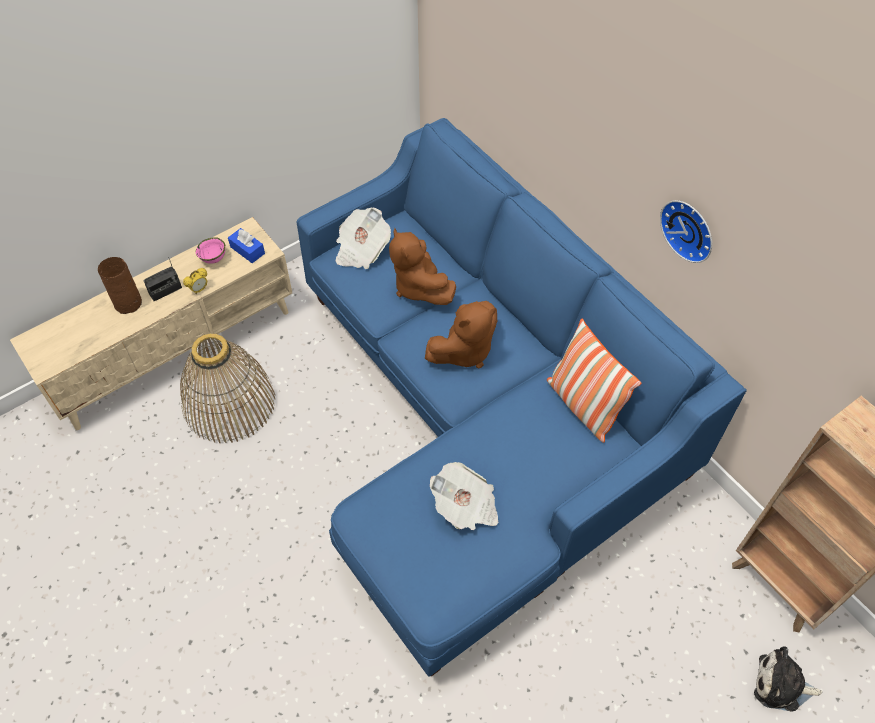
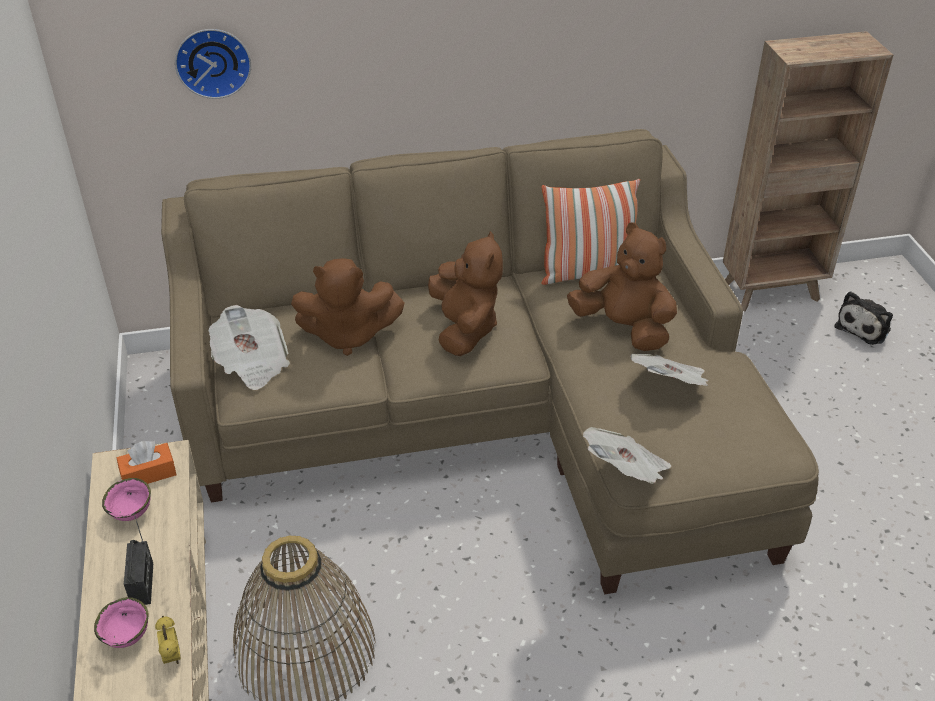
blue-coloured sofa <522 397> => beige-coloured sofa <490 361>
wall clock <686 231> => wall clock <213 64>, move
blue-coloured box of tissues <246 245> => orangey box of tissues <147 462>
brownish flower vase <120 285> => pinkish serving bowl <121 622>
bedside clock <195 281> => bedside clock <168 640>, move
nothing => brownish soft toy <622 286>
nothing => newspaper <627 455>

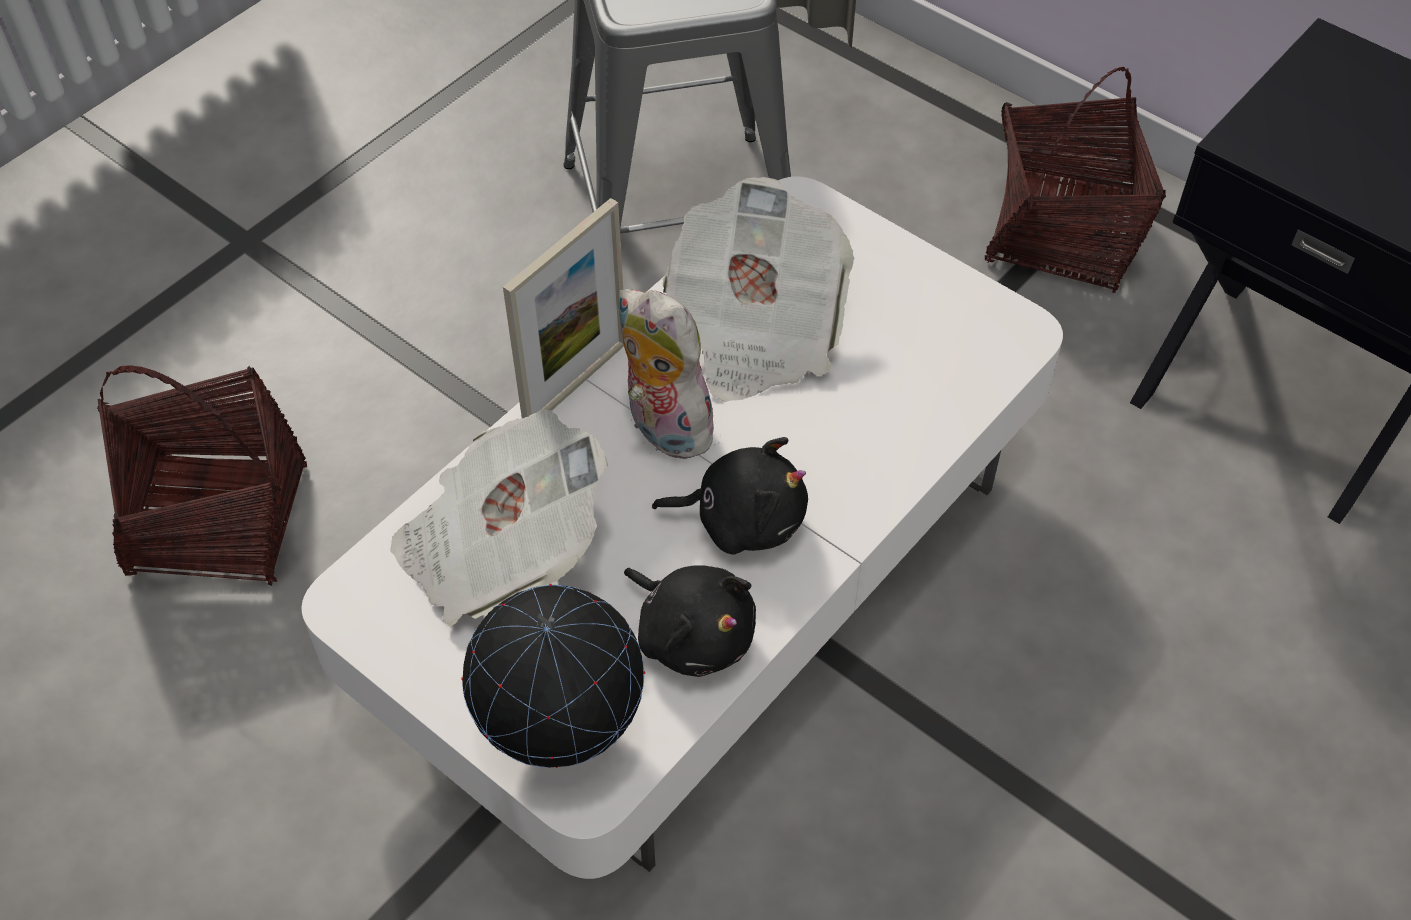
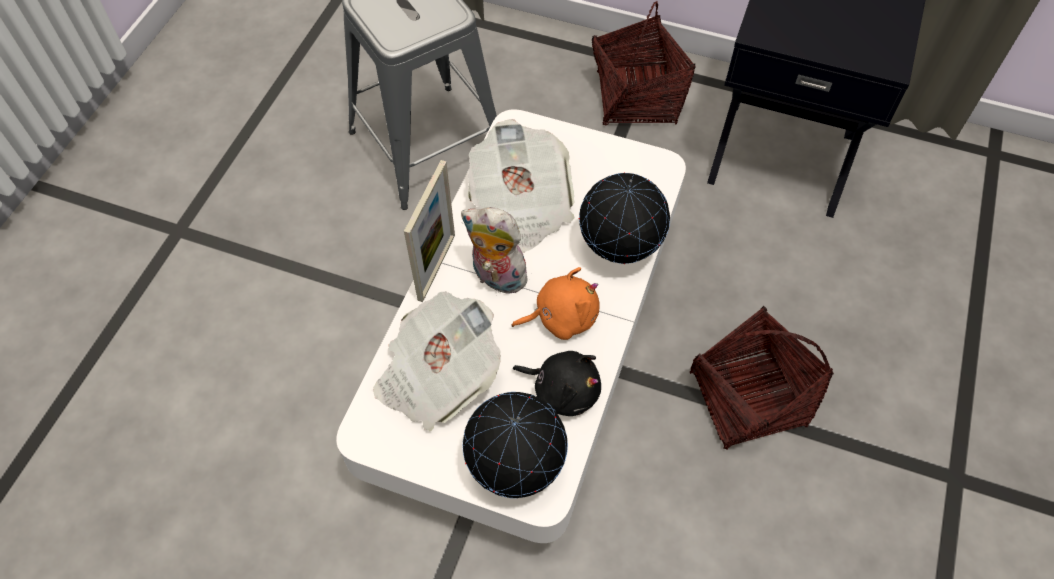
household basket <202 475> => household basket <762 378>, move
black-coloured soft toy <730 496> => orangey soft toy <555 303>
nothing => world globe <624 218>

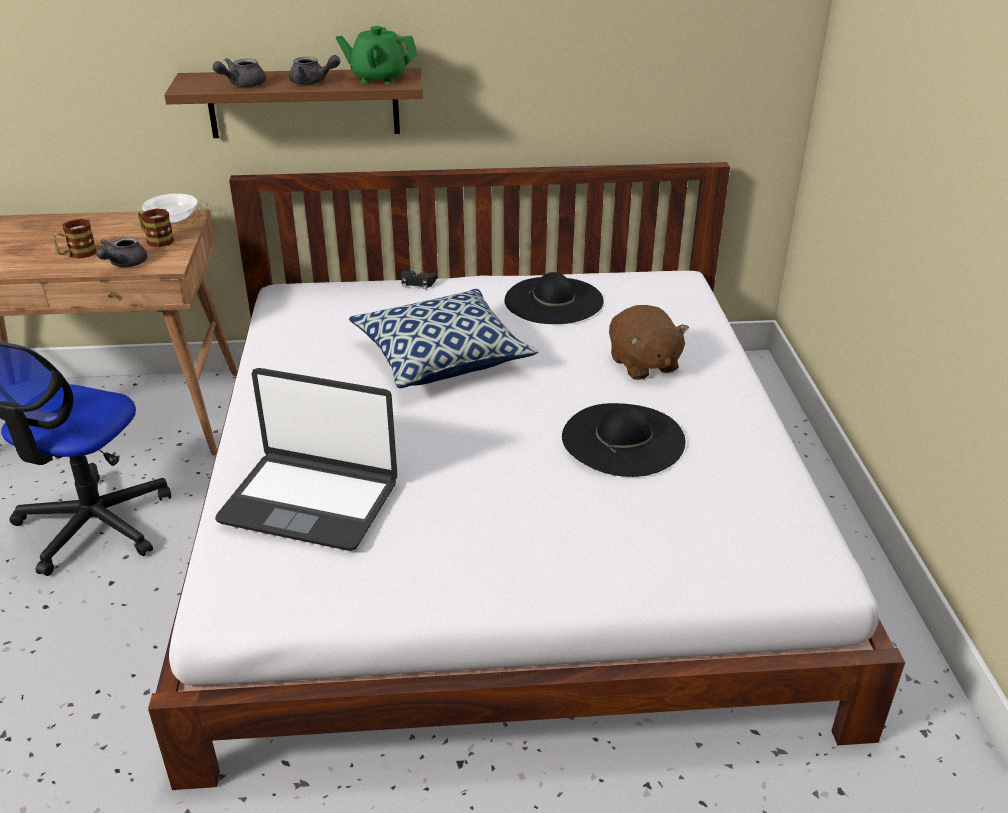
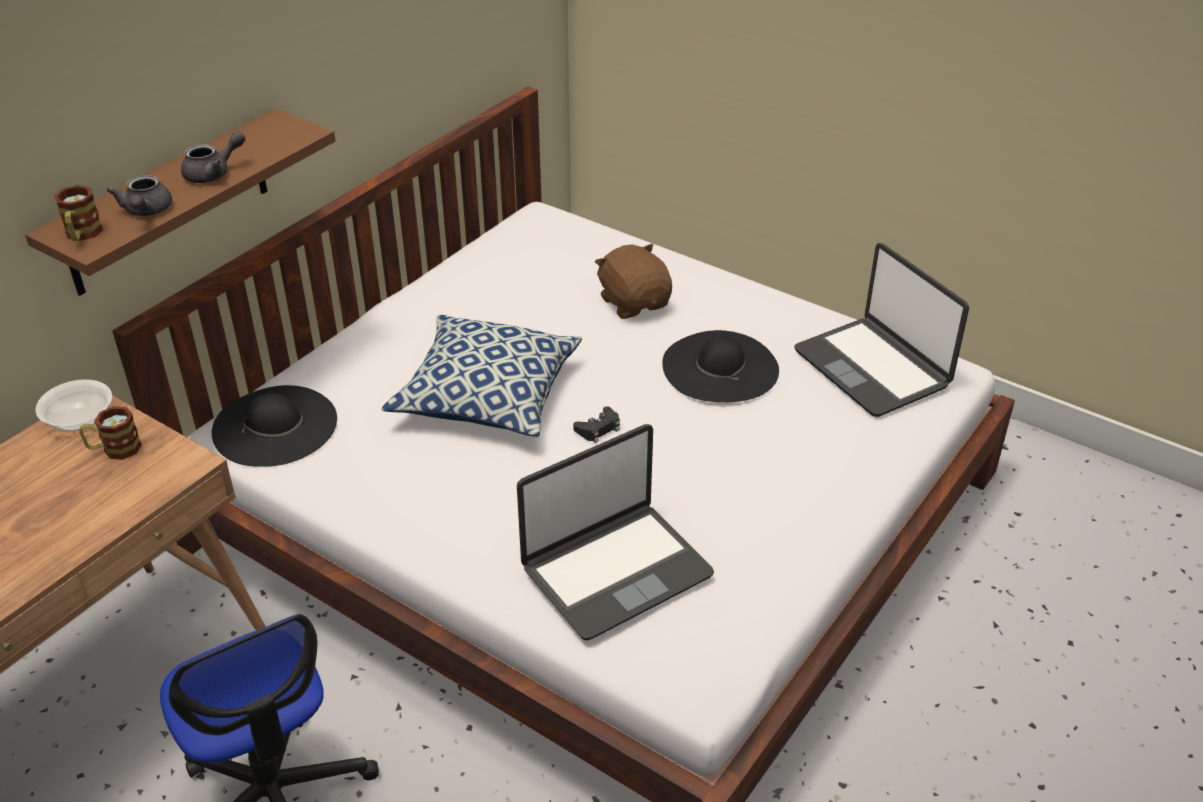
green-coloured teapot <377 55> => nothing
coffee mug <74 239> => coffee mug <78 213>, move
gray teapot <121 252> => nothing
black-coloured game controller <419 279> => black-coloured game controller <596 424>, move
black-coloured clothing hat <554 298> => black-coloured clothing hat <274 426>, move
brownish soft toy <649 342> => brownish soft toy <633 281>, 135 degrees counterclockwise
nothing => notebook computer <881 330>

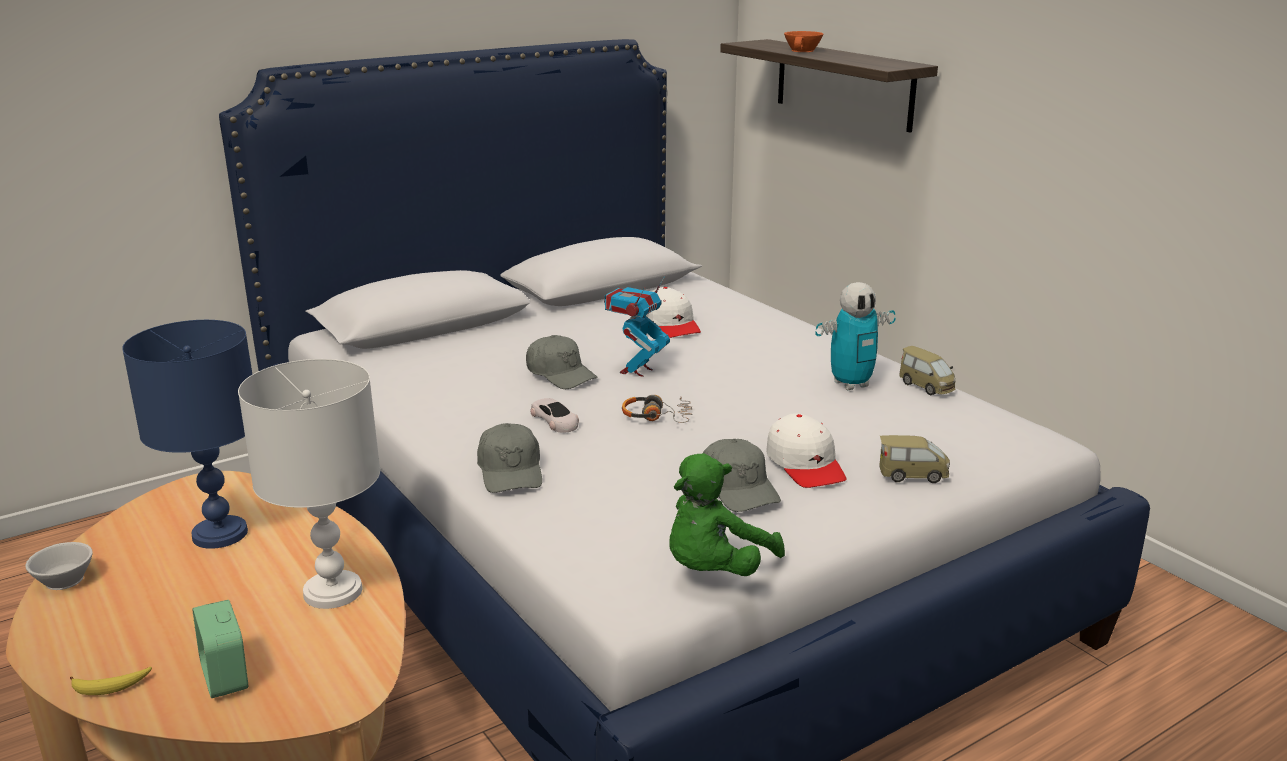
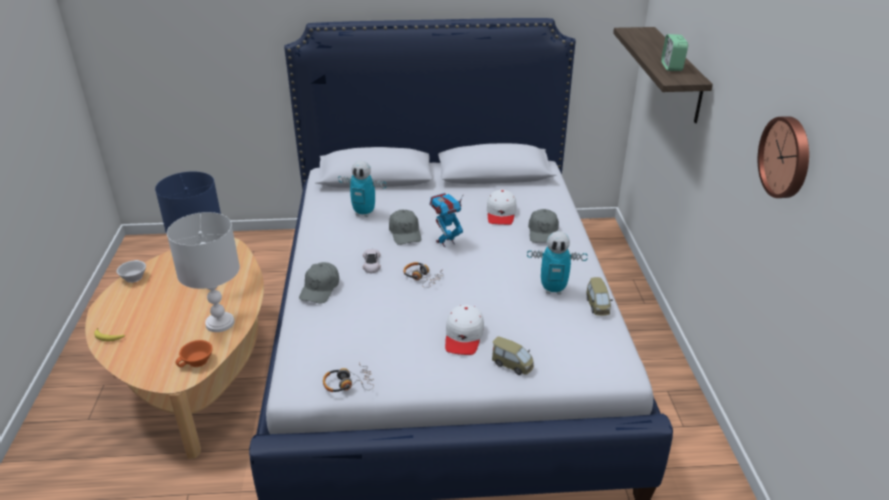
orangey drinking cup <803 41> => orangey drinking cup <194 353>, move
gray cap <742 475> => gray cap <543 226>, move
green-coloured soft toy <727 514> => headset <348 377>
bedside clock <220 649> => bedside clock <674 52>, move
nothing => wall clock <783 157>
nothing => toy robot <362 189>

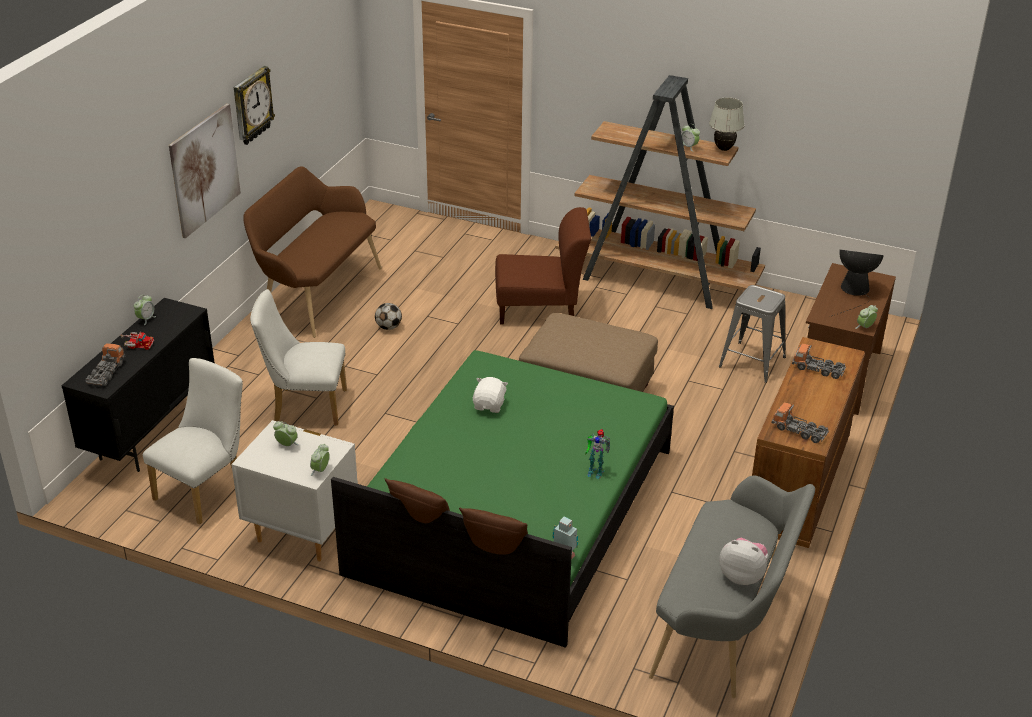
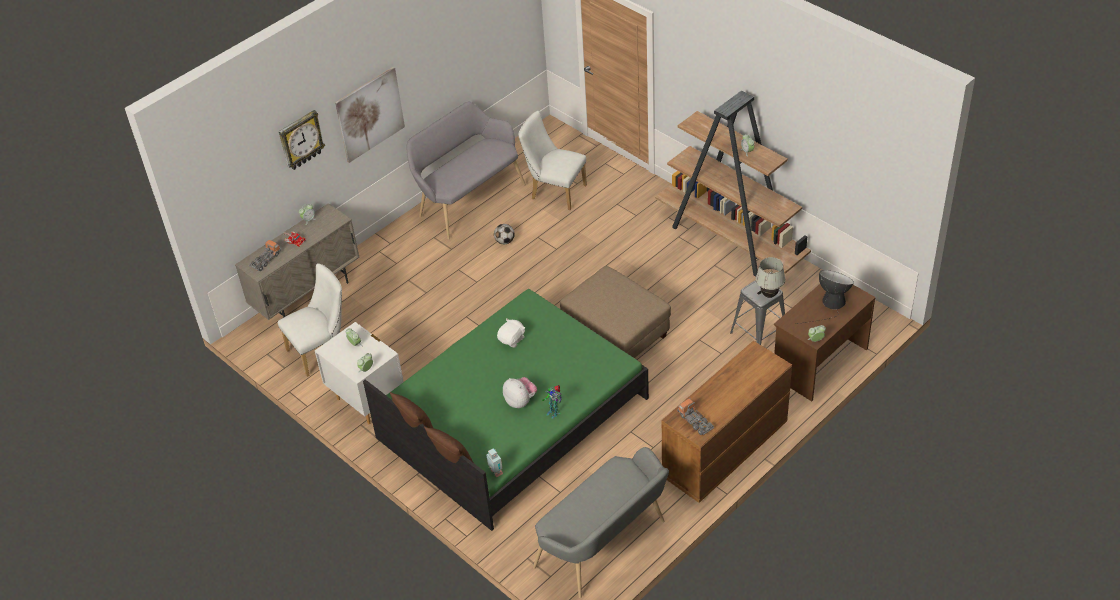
wall clock <254 105> => wall clock <302 140>, move
white tabletop lamp <726 124> => white tabletop lamp <770 277>, move
brownish bench <312 252> => gray bench <466 171>
brownish chair <543 266> => nothing
white chair <298 357> => white chair <552 160>, move
black-coloured storage cabinet <138 385> => beige-coloured storage cabinet <297 261>
toy lorry <819 361> => nothing
soft toy <743 561> => soft toy <520 392>, move

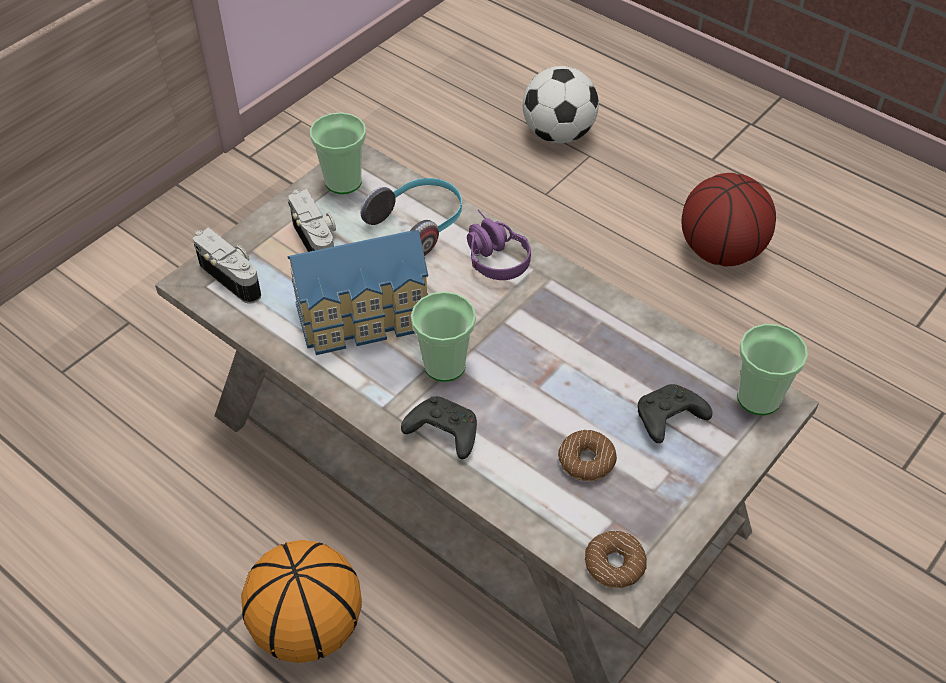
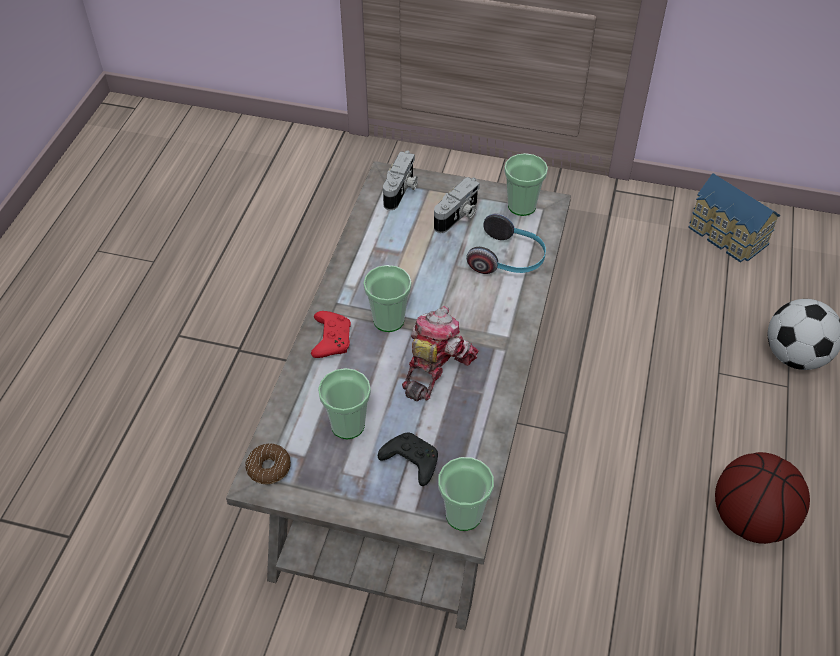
purplish headset <499 245> => nothing
model house <357 292> => model house <734 218>, move
black-coloured game controller <439 427> => red game controller <331 334>
ring doughnut <587 455> => drinking cup <344 403>
basketball <301 601> => nothing
nothing => toy robot <440 353>

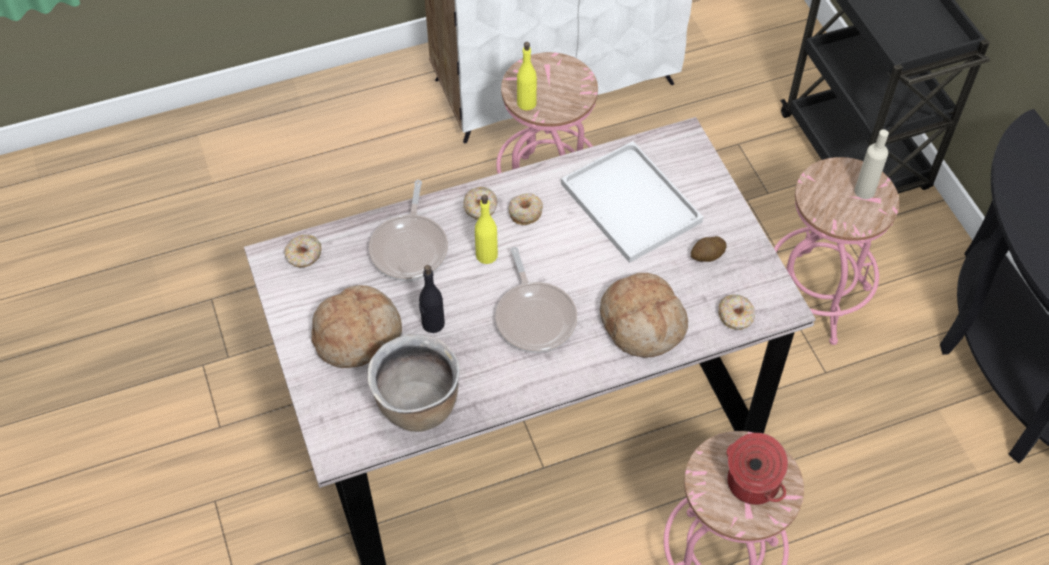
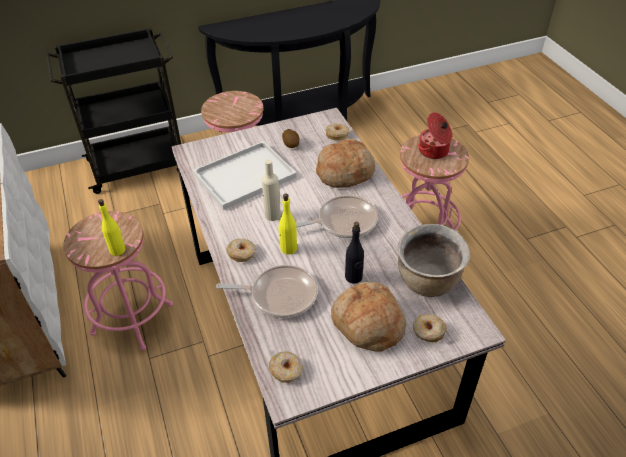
beige-coloured drink bottle <871 164> => beige-coloured drink bottle <271 190>, move
ring doughnut <525 209> => ring doughnut <430 328>, move

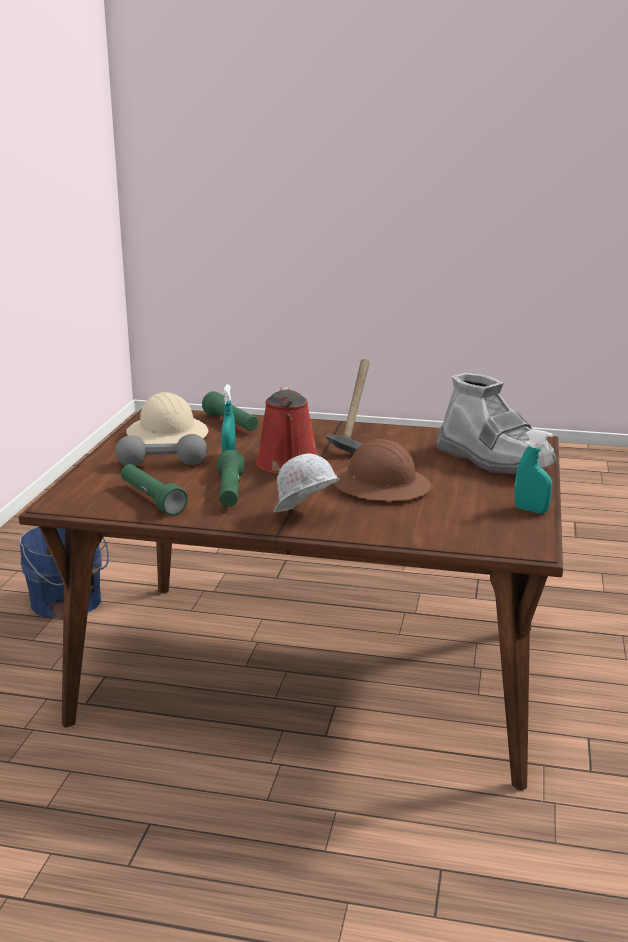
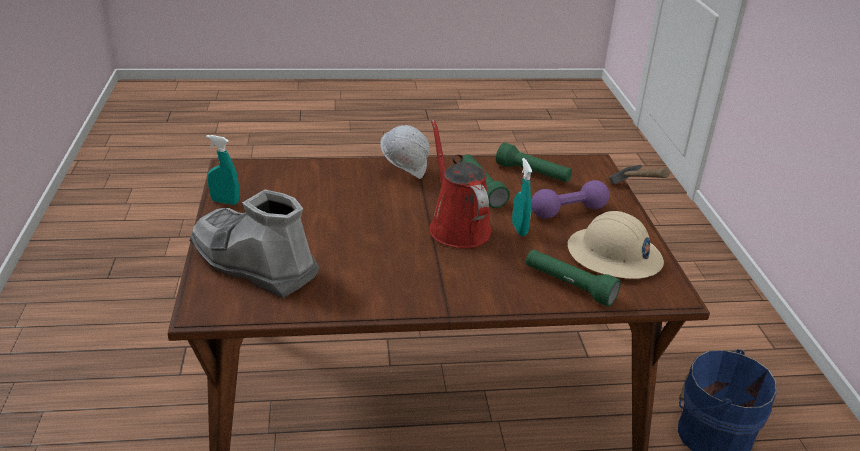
hand hammer <347 406> => hand hammer <639 174>, move
gray free weight <161 450> => purplish free weight <570 199>
brownish work helmet <382 470> => nothing

